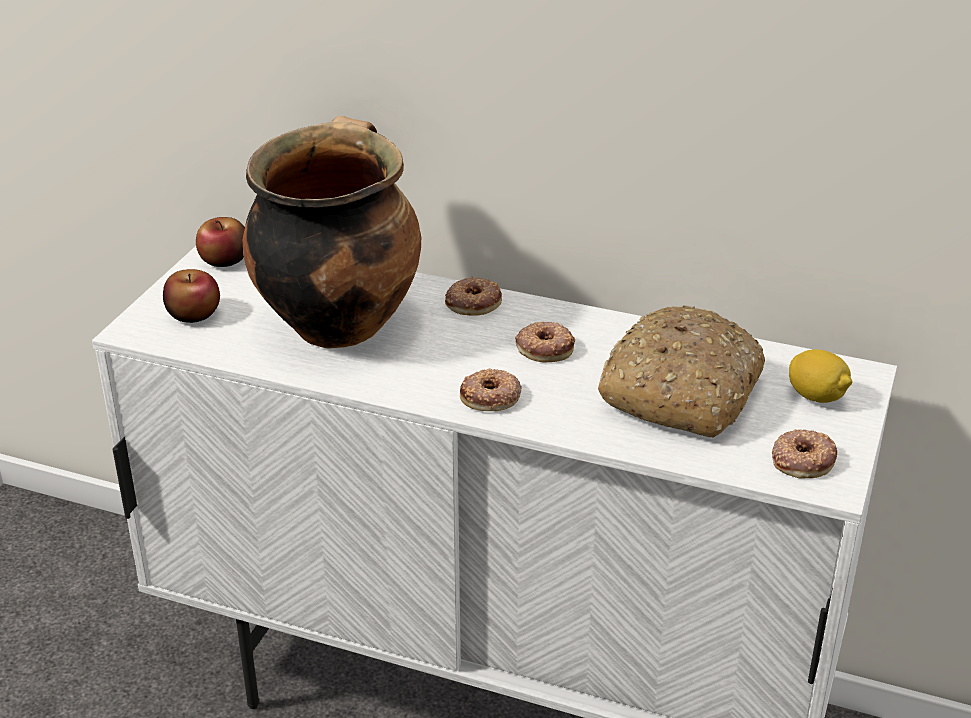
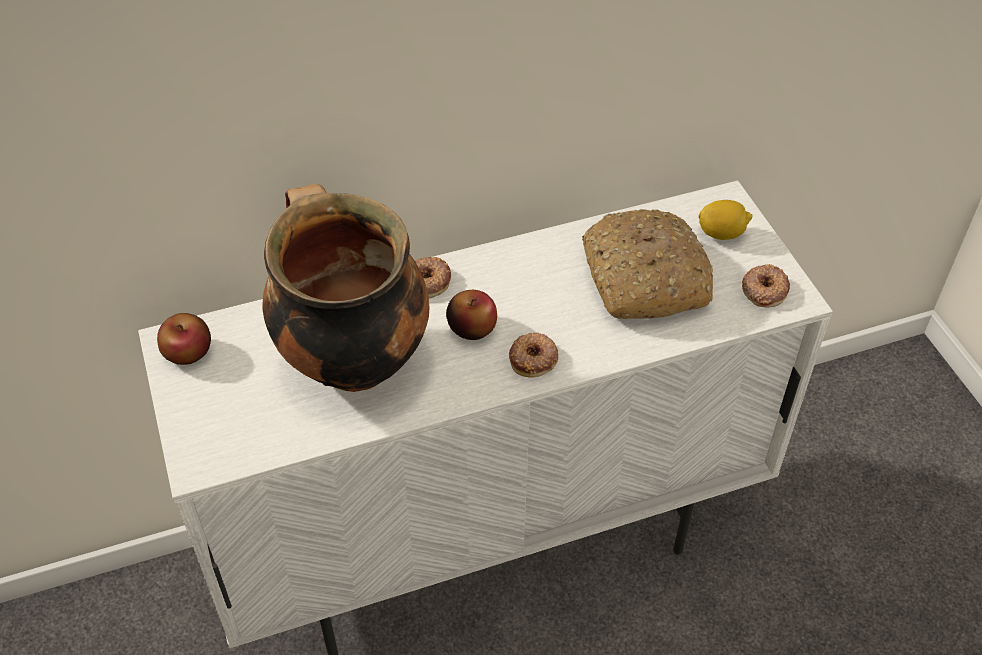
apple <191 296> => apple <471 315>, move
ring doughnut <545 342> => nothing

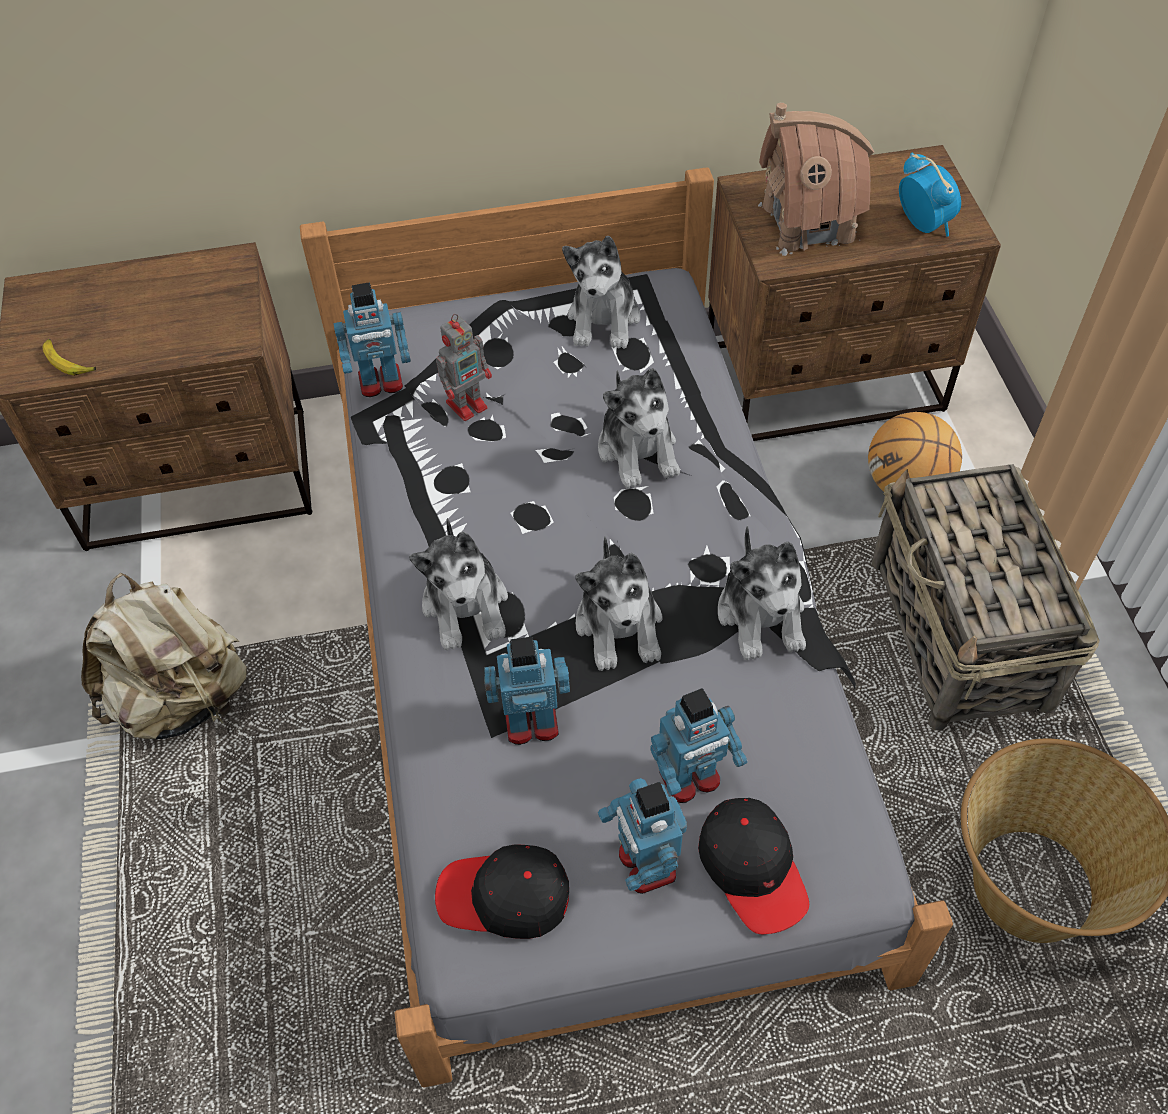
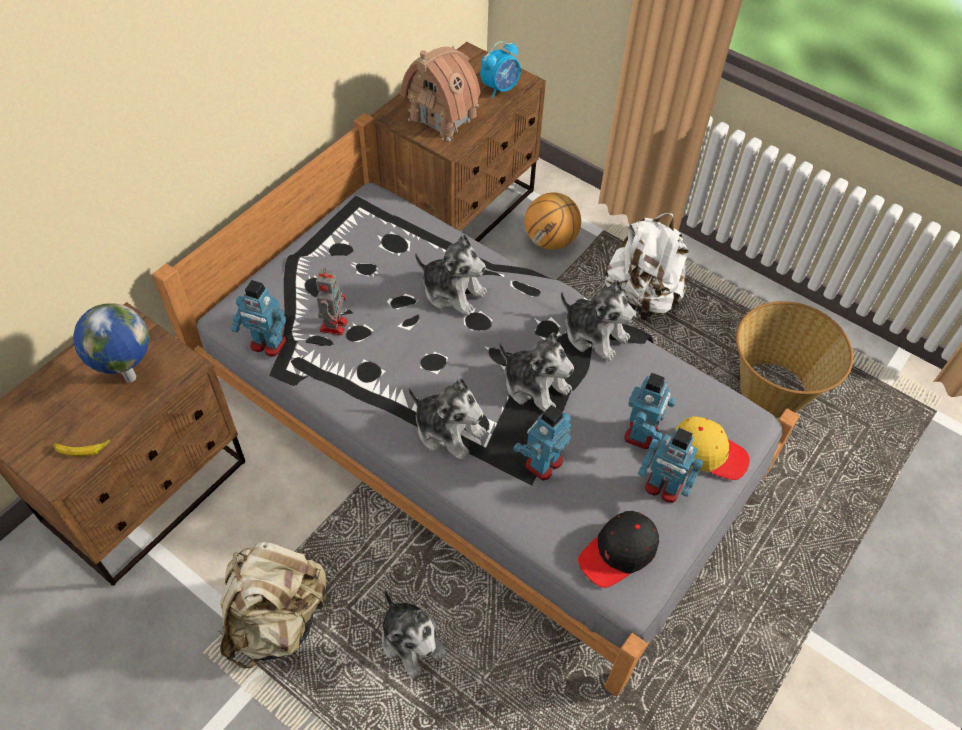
bedside clock <930 195> => bedside clock <500 69>, 120 degrees clockwise
soft toy <601 292> => soft toy <414 633>, move
toy robot <372 340> => toy robot <258 318>, 75 degrees clockwise
household basket <985 597> => white knapsack <647 266>
black-coloured cap <753 866> => yellow cap <712 448>
nothing => world globe <111 343>

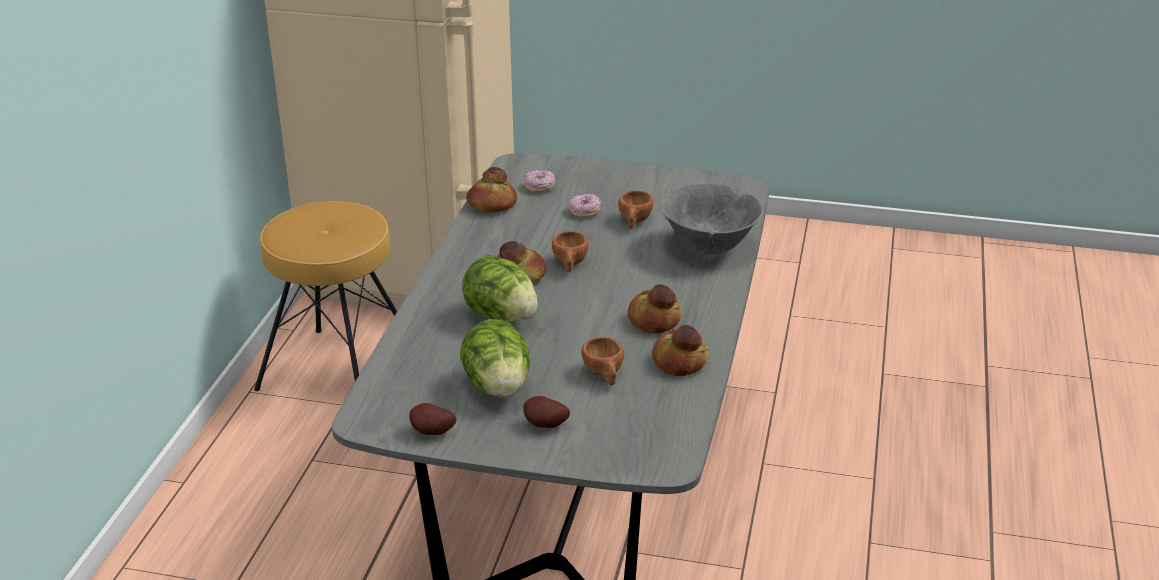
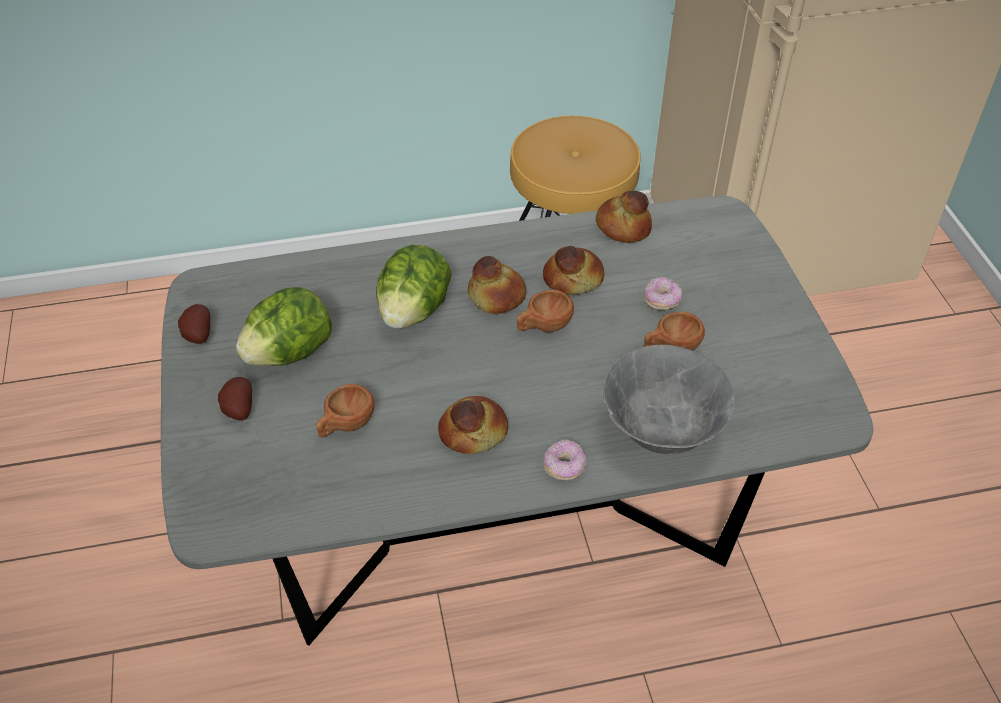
ring doughnut <540 181> => ring doughnut <565 459>, move
bakery bread <680 350> => bakery bread <573 270>, move

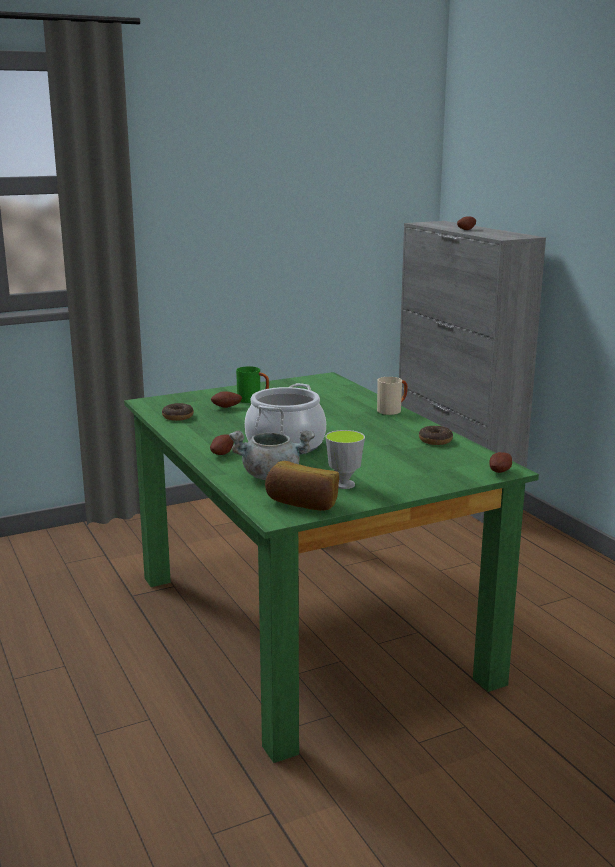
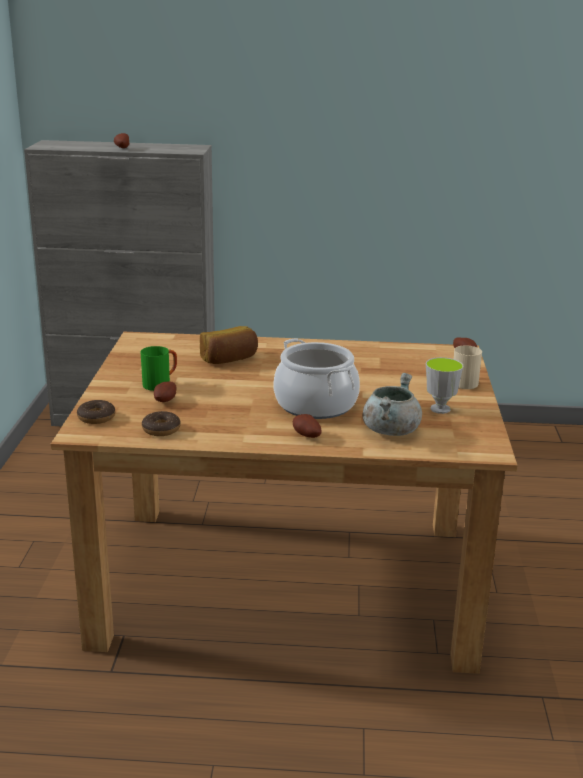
green-coloured dinner table <331 567> => brownish dinner table <284 503>
beige-coloured coffee mug <392 396> => beige-coloured coffee mug <468 367>, move
ring doughnut <436 435> => ring doughnut <96 412>, move
bakery bread <302 486> => bakery bread <229 345>, move

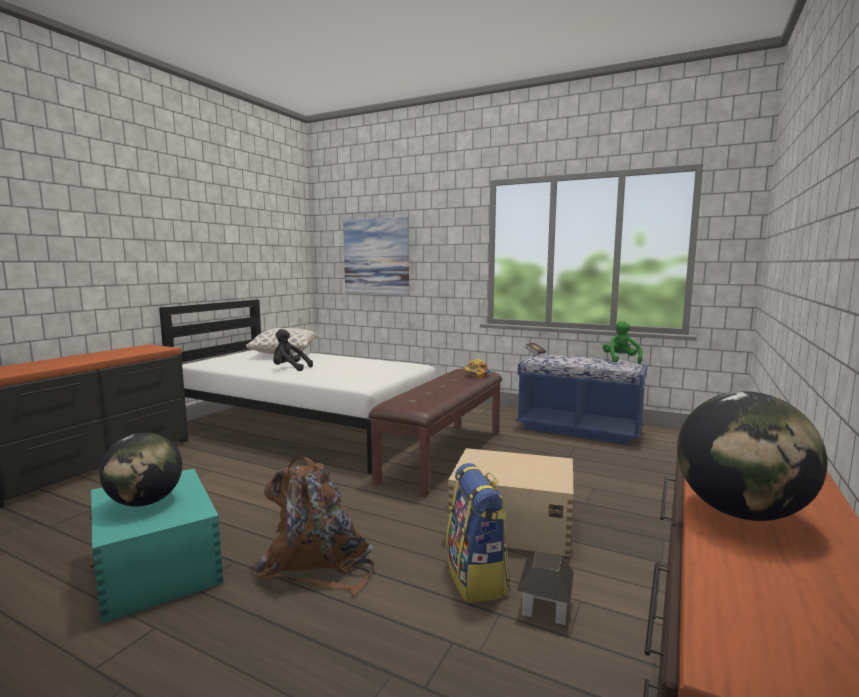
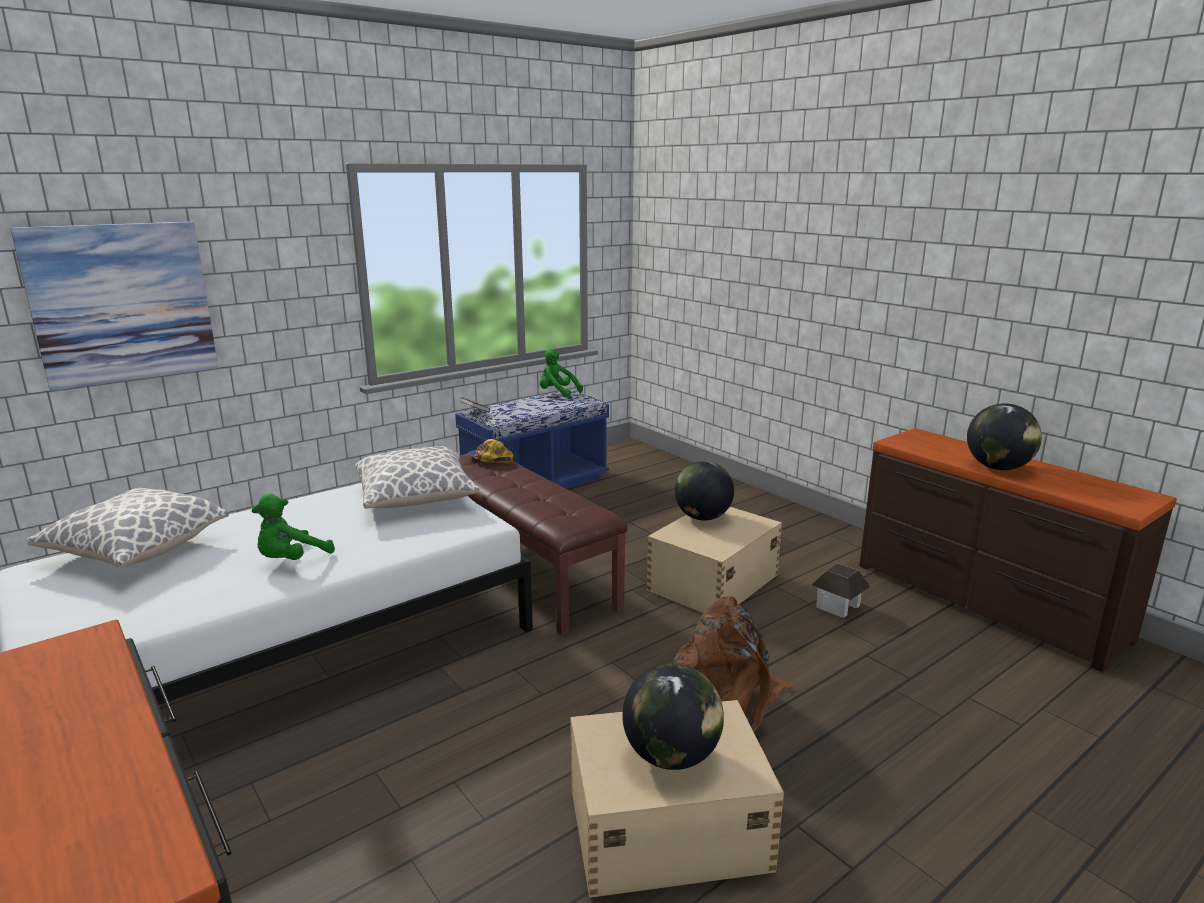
black-coloured soft toy <293 350> => green-coloured soft toy <293 527>
knapsack <478 533> => nothing
blue-green storage box <157 546> => beige-coloured storage box <677 799>
nothing => cushion <417 477>
nothing => world globe <704 491>

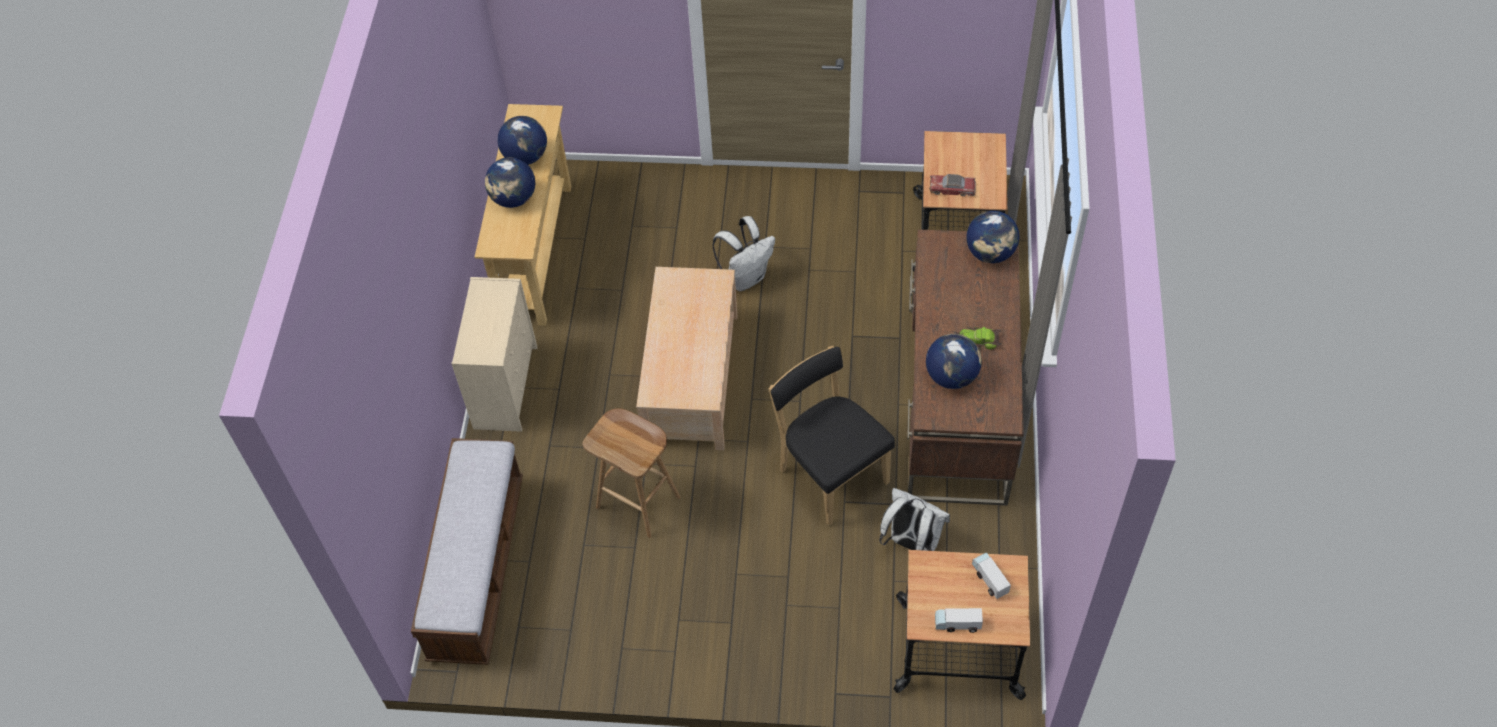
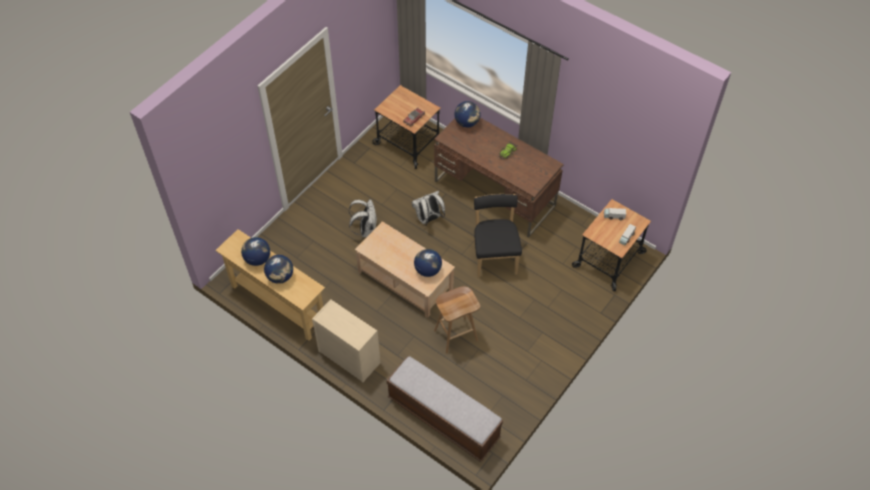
world globe <954 361> => world globe <428 263>, move
black-coloured chair <832 436> => black-coloured chair <498 235>, 90 degrees clockwise
white knapsack <914 519> => white knapsack <428 208>, move

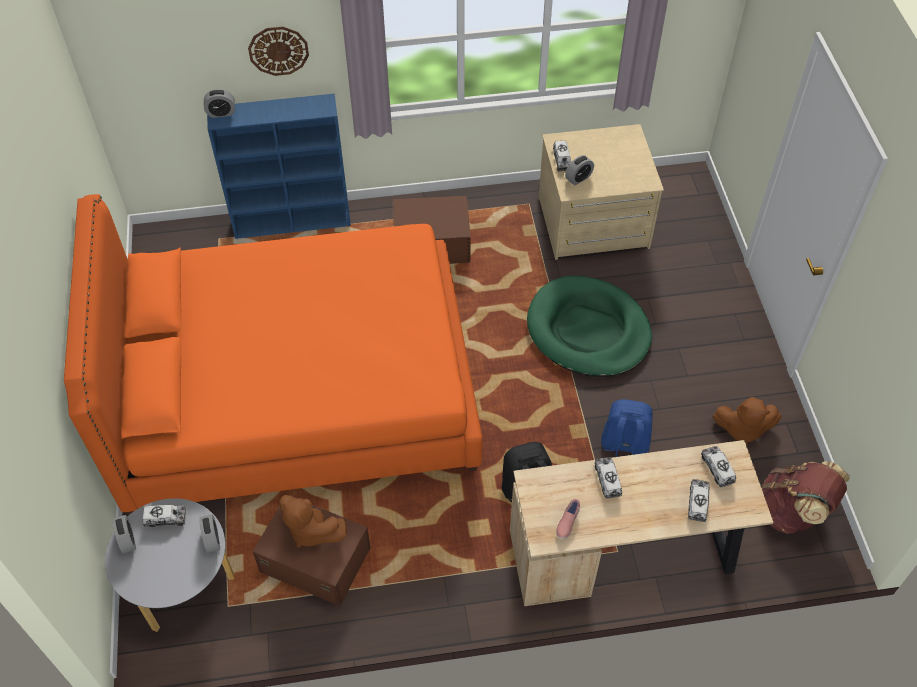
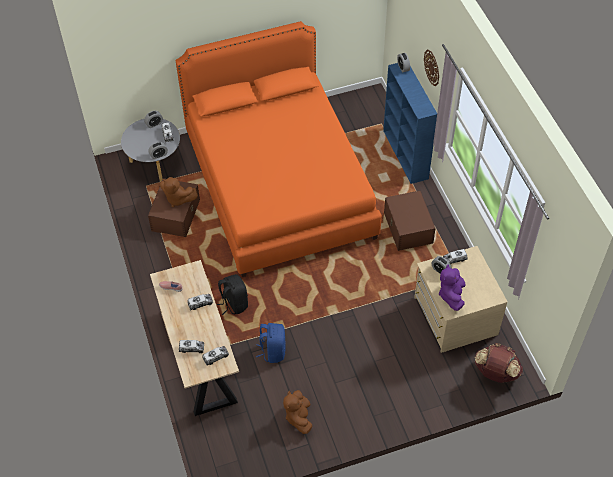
green-coloured dog bed <589 326> => nothing
brownish knapsack <805 497> => brownish knapsack <498 363>, move
brownish soft toy <313 521> => brownish soft toy <179 192>, 90 degrees counterclockwise
nothing => purplish soft toy <452 287>

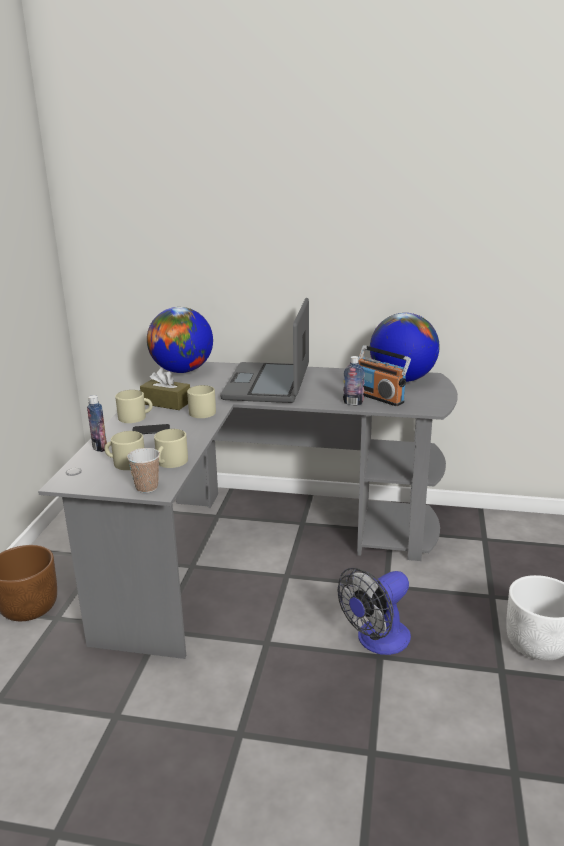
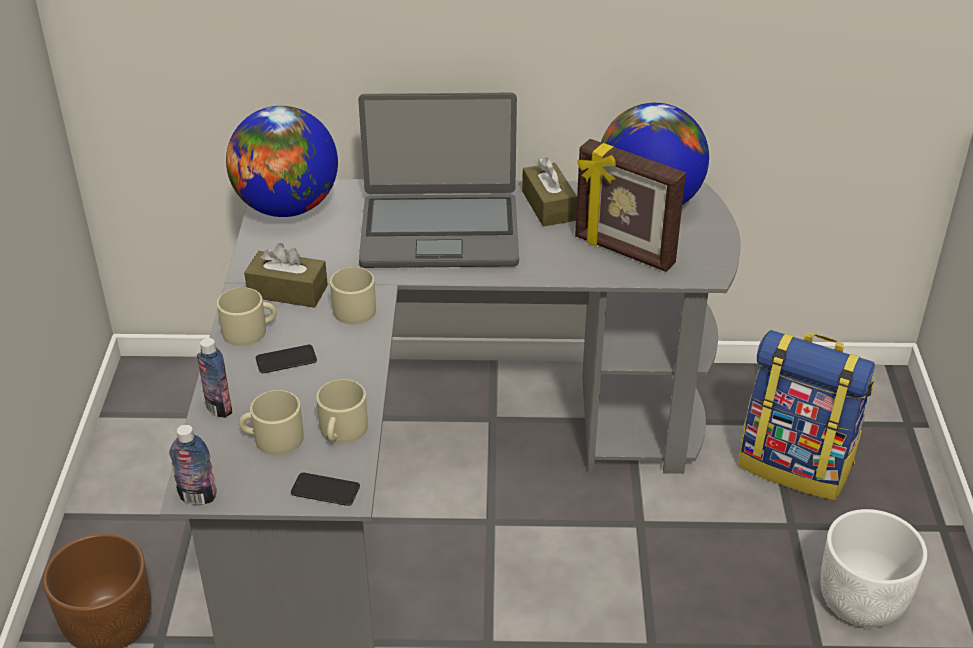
notebook computer <264 350> => notebook computer <438 180>, 90 degrees counterclockwise
radio set <384 375> => standing frame <630 205>
drink bottle <354 380> => drink bottle <193 465>, move
drinking cup <143 470> => handset <325 489>
cooling fan <374 611> => nothing
nothing => brownish box of tissues <549 192>
nothing => knapsack <806 415>

